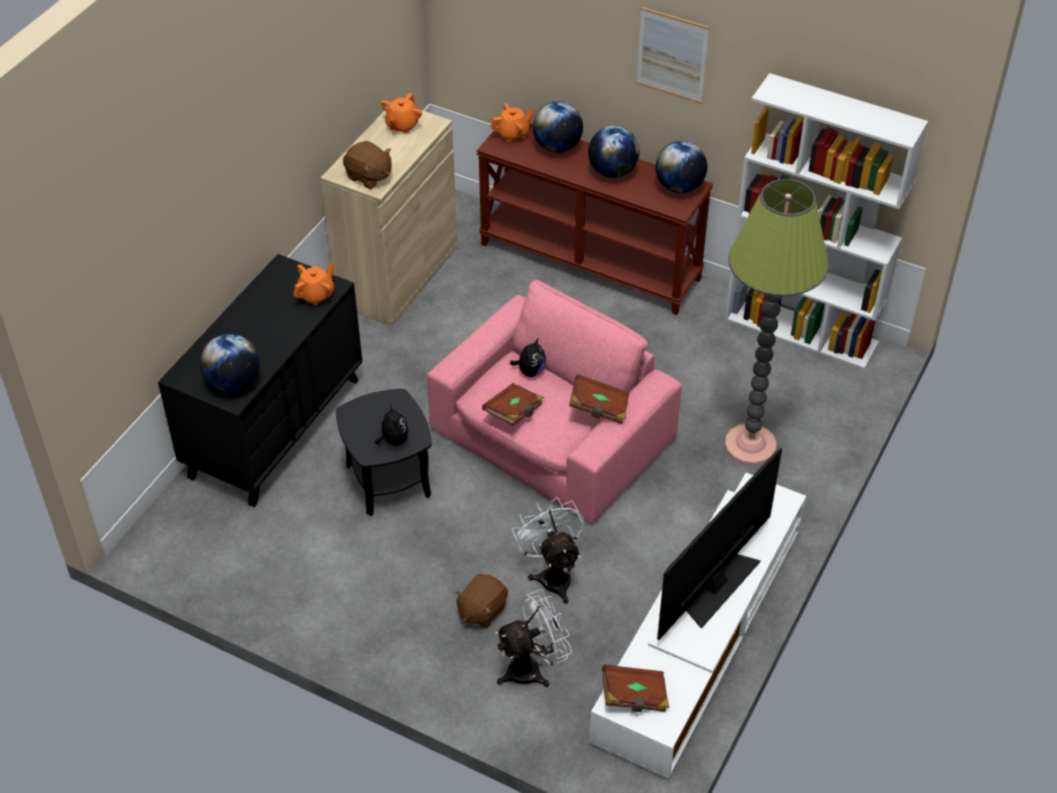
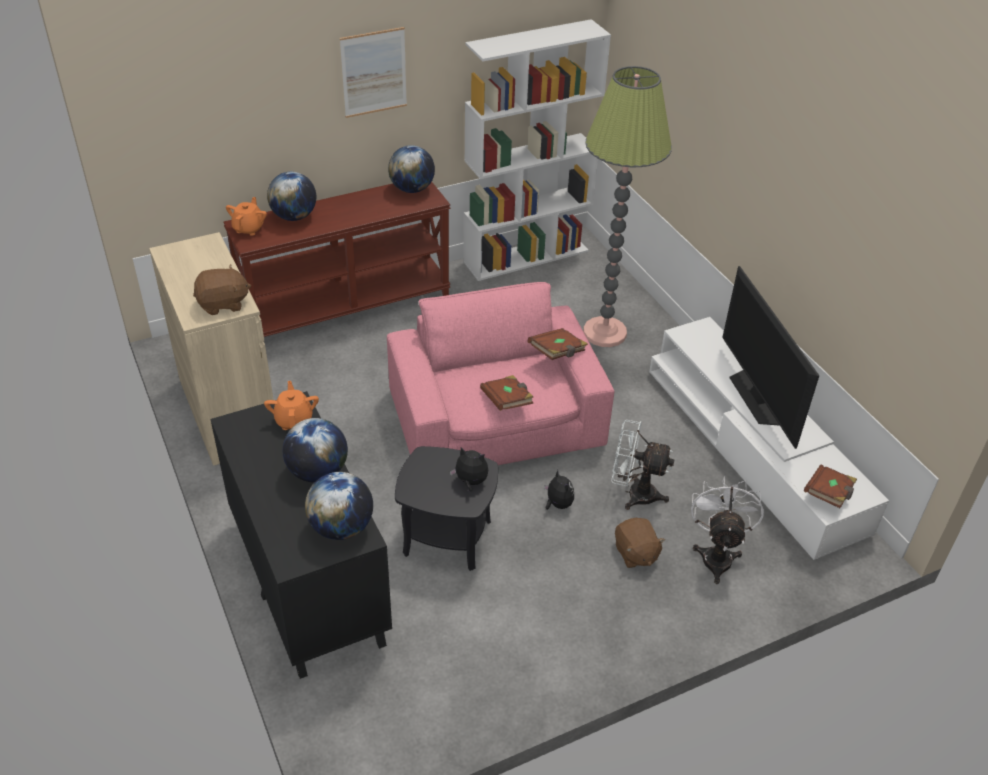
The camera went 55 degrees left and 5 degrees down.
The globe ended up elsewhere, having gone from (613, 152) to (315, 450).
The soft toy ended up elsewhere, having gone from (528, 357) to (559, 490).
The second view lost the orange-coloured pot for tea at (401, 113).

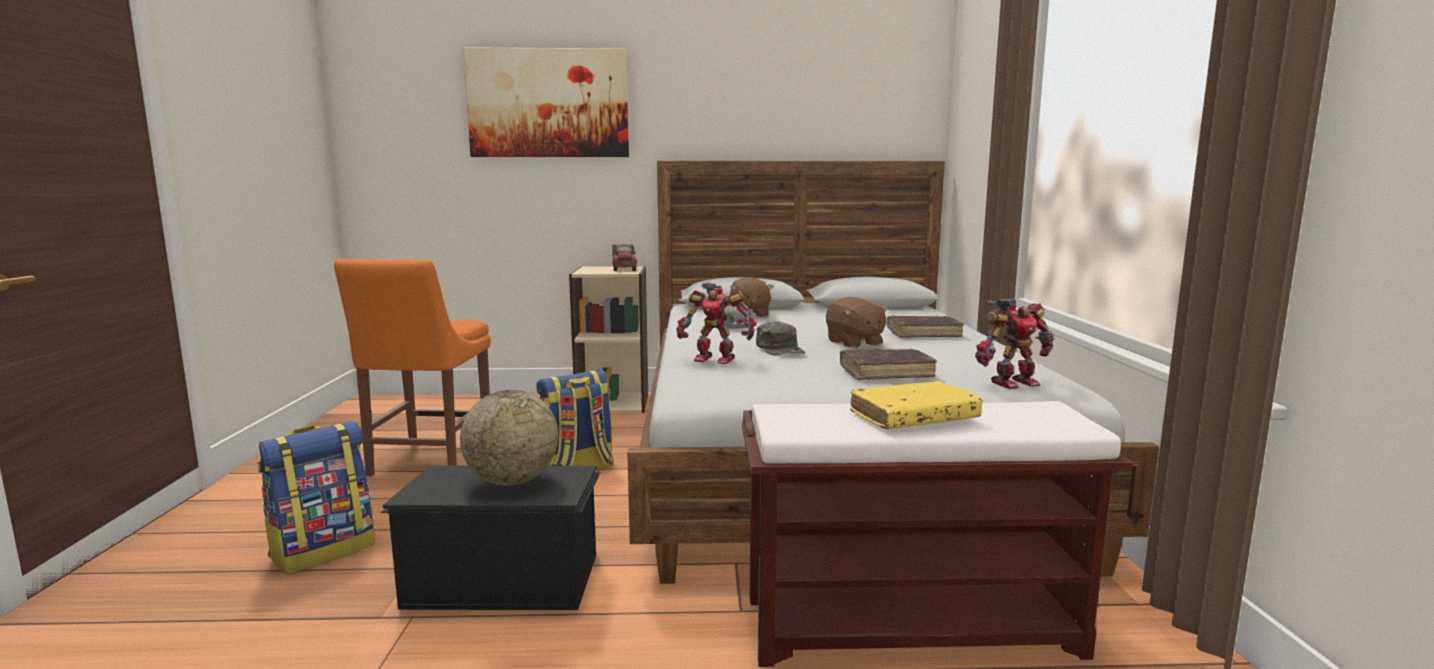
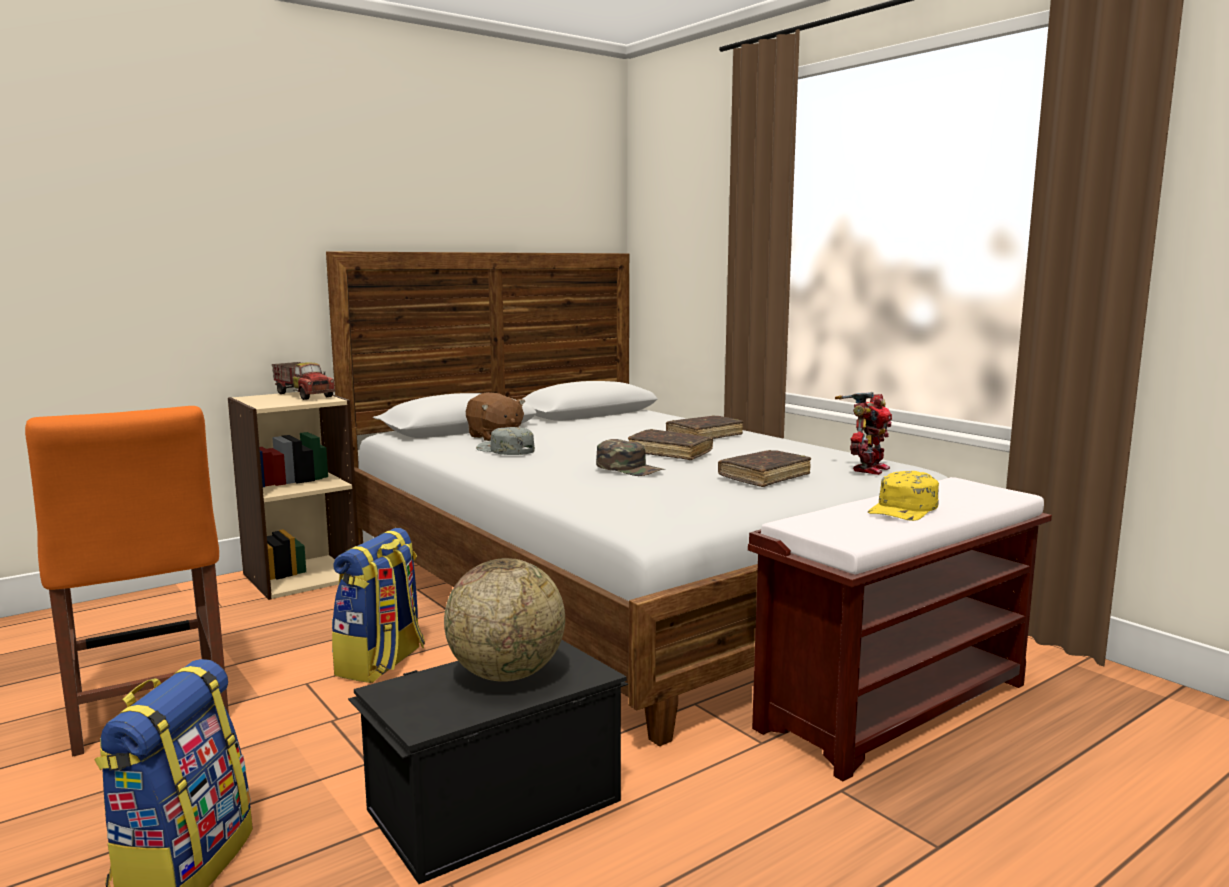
The camera went 35 degrees left and 0 degrees up.
Where the brown soft toy stood at (857, 322), the brown bound book came to stand at (670, 444).
Where the yellow bound book stood at (916, 405), the yellow peaked cap came to stand at (903, 496).
The second view lost the picture at (546, 102).
The second view lost the robot figure at (716, 323).

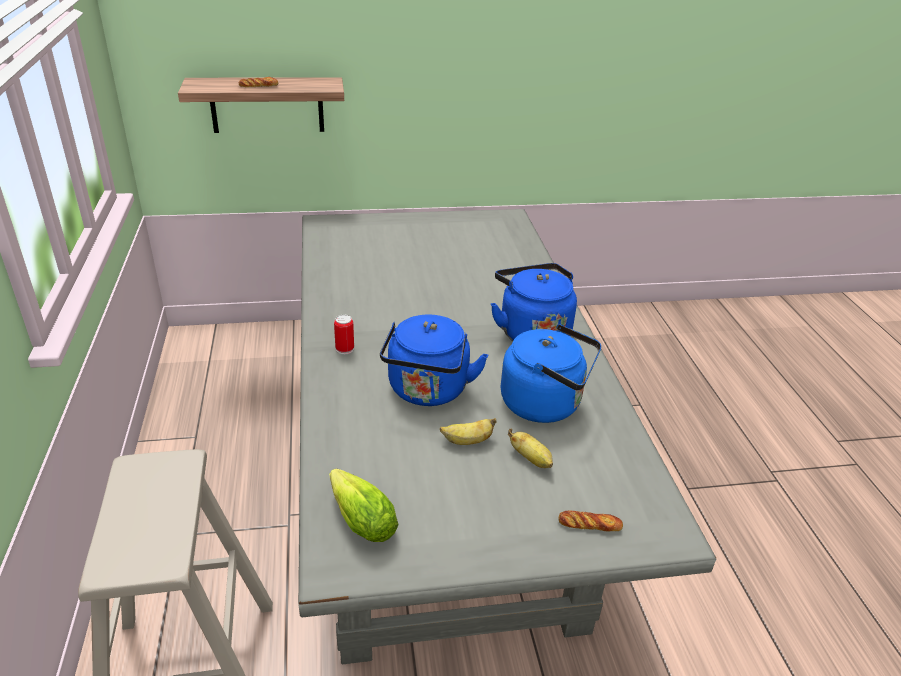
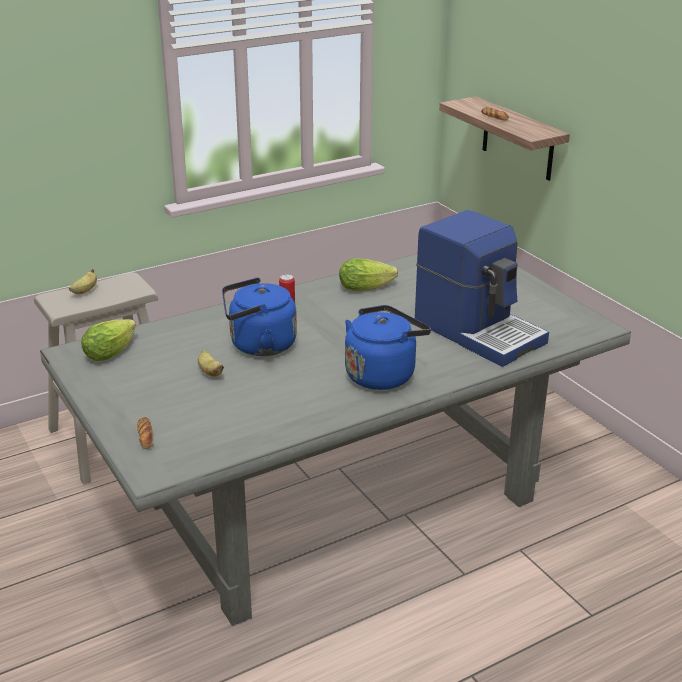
The camera went 70 degrees right and 5 degrees down.
The banana ended up elsewhere, having gone from (530, 448) to (82, 282).
The second view gained the lettuce at (368, 274).
The second view gained the coffee maker at (482, 288).
The second view lost the blue kettle at (551, 373).

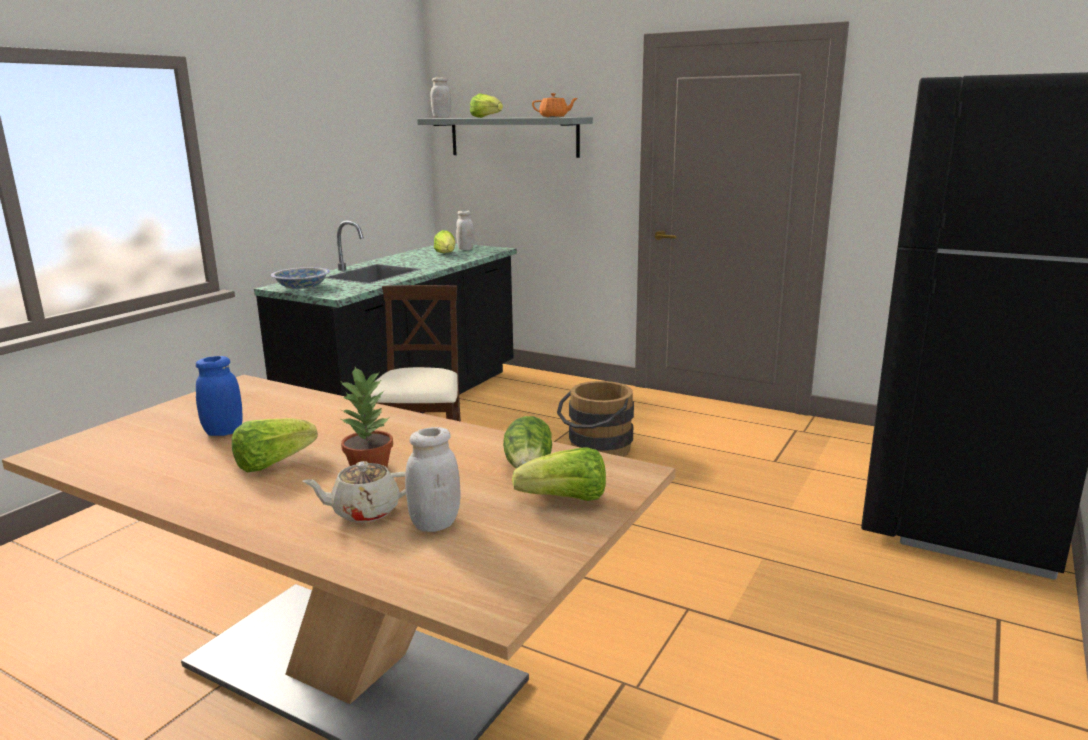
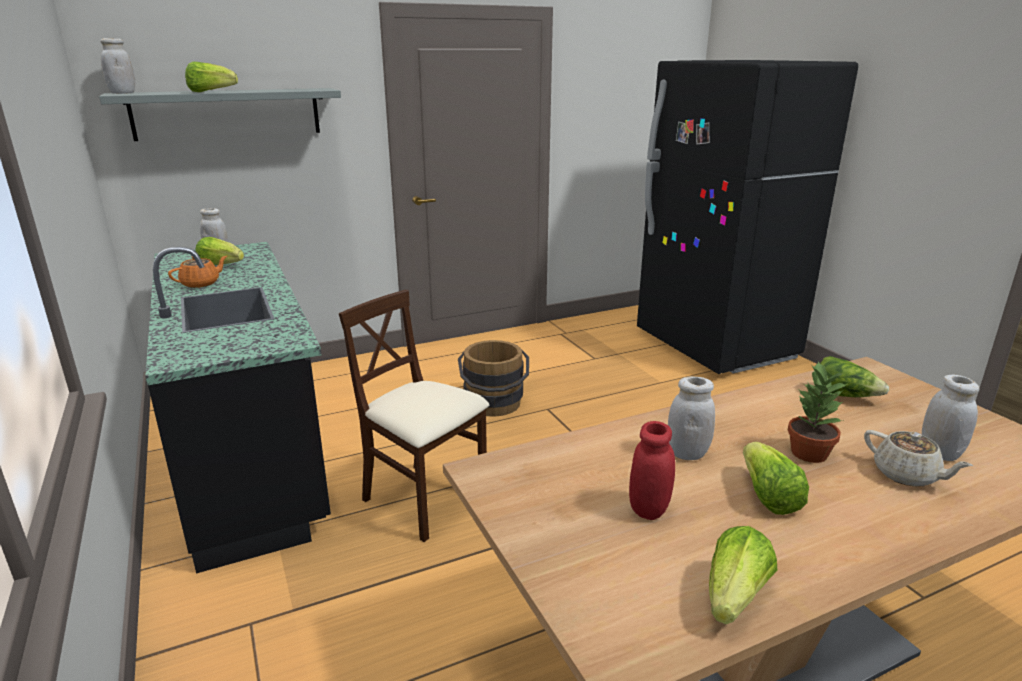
The camera went 55 degrees left and 5 degrees up.
The orange-coloured pot for tea ended up elsewhere, having gone from (554, 105) to (197, 272).
What was the blue jar at (219, 396) turned into the red-coloured jar at (652, 470).
The second view gained the whitish jar at (691, 418).
The lettuce ended up elsewhere, having gone from (559, 474) to (743, 575).
The beige pot for tea at (354, 492) ended up facing another way, 60 degrees counterclockwise from before.
The second view lost the serving bowl at (300, 278).

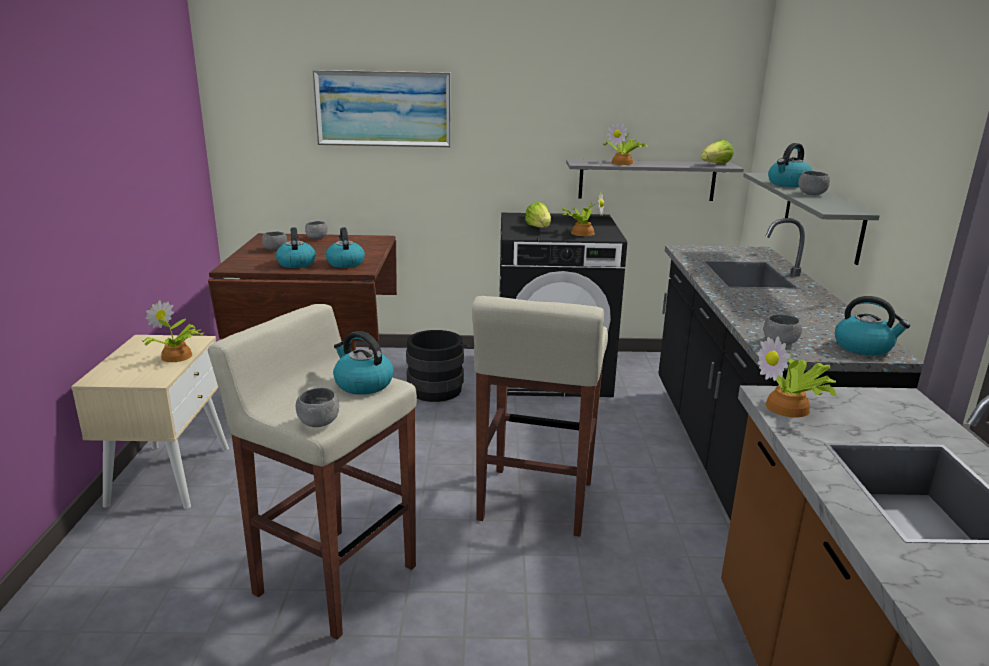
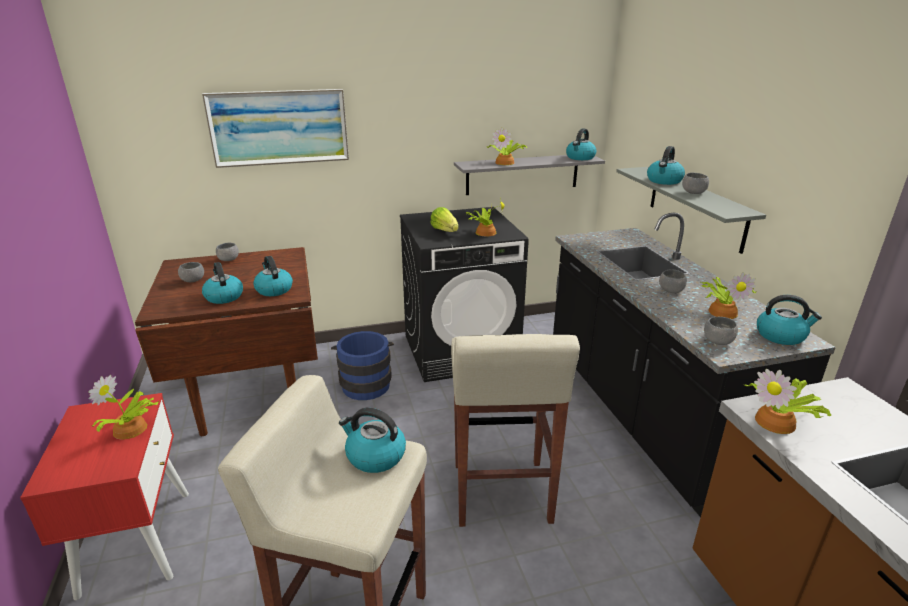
The camera went 15 degrees left and 5 degrees up.
What was the beige bedside table at (150, 422) turned into the red-coloured bedside table at (104, 496).
What was the black water bucket at (436, 366) turned into the blue water bucket at (362, 365).
Where the lettuce stood at (717, 152), the kettle came to stand at (581, 144).
The greyish serving bowl ended up elsewhere, having gone from (317, 407) to (673, 281).
The second view gained the plant in a pot at (728, 295).

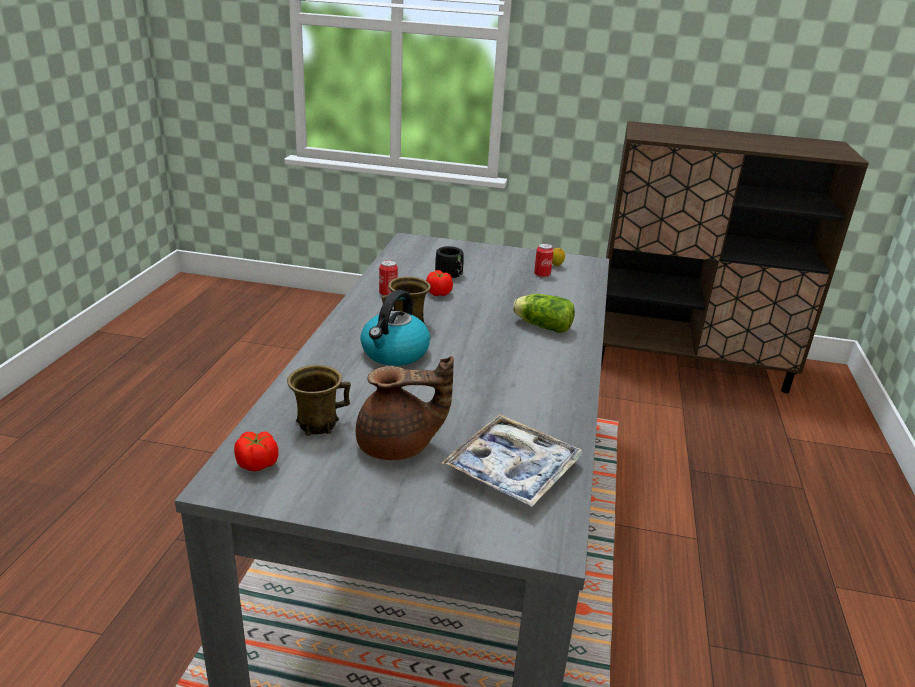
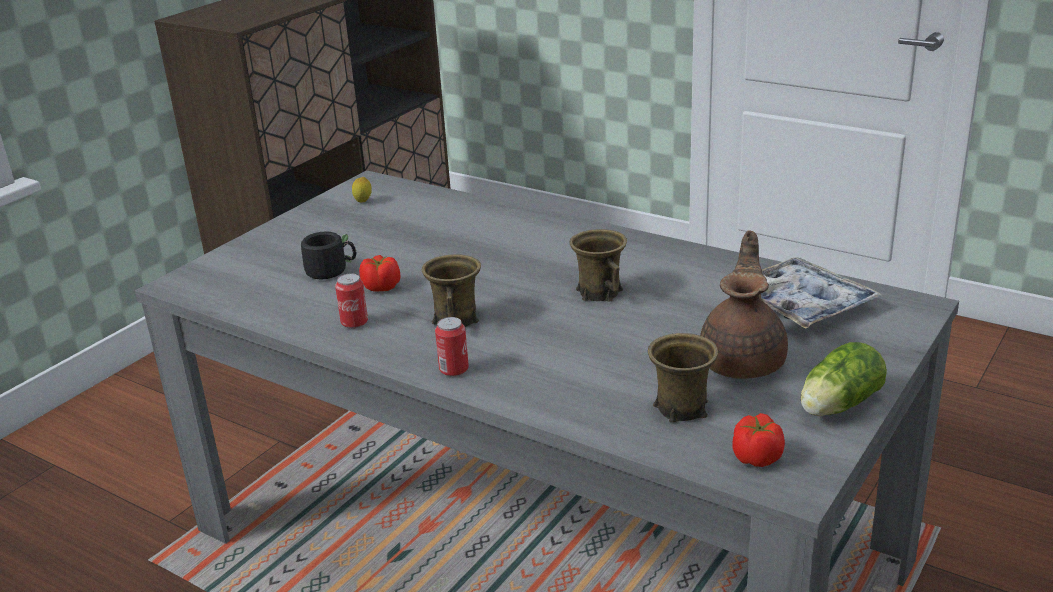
The camera went 65 degrees left and 0 degrees up.
The sealed can ended up elsewhere, having gone from (544, 260) to (452, 347).
The second view gained the brown tea mug at (598, 265).
The lettuce ended up elsewhere, having gone from (544, 313) to (844, 379).
The second view lost the kettle at (395, 328).

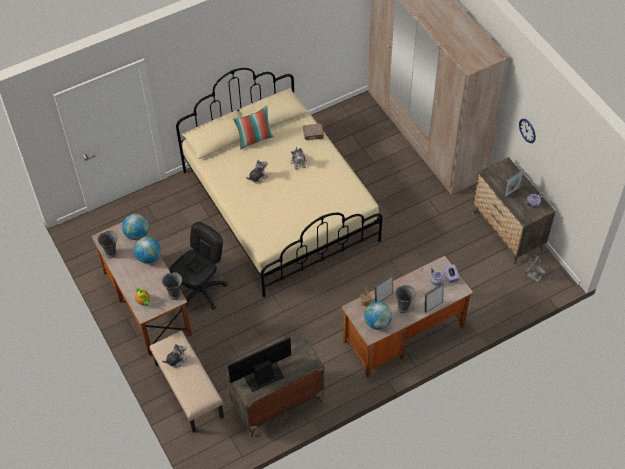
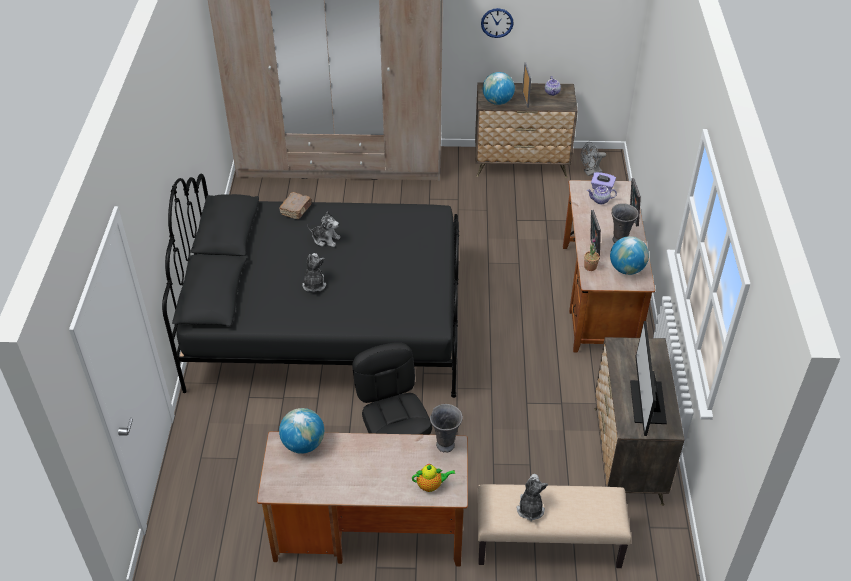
The camera went 60 degrees left and 10 degrees down.
What was the beige sleeping bed at (279, 182) turned into the black sleeping bed at (310, 286).
The globe ended up elsewhere, having gone from (147, 250) to (499, 88).
The second view lost the greyish vase at (107, 244).
The second view lost the cushion at (253, 127).

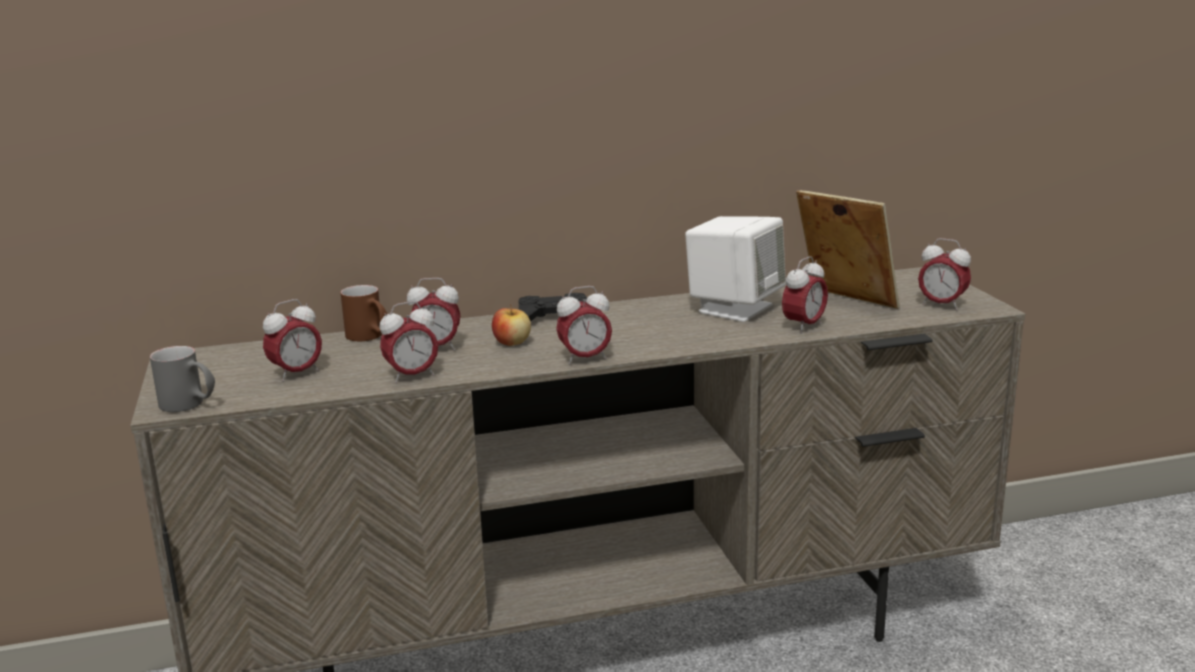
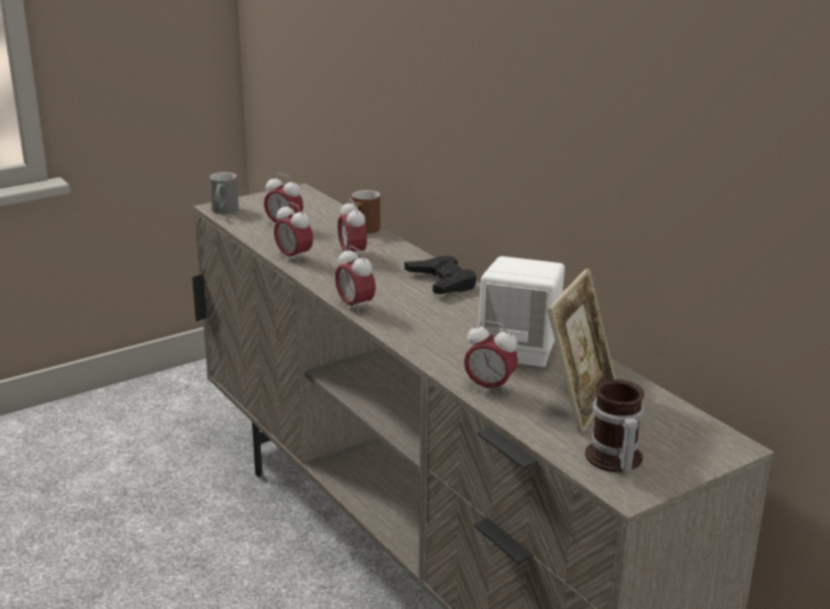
The camera went 70 degrees right and 5 degrees up.
Where the table clock stood at (944, 274), the tea mug came to stand at (615, 426).
The second view lost the apple at (511, 325).

